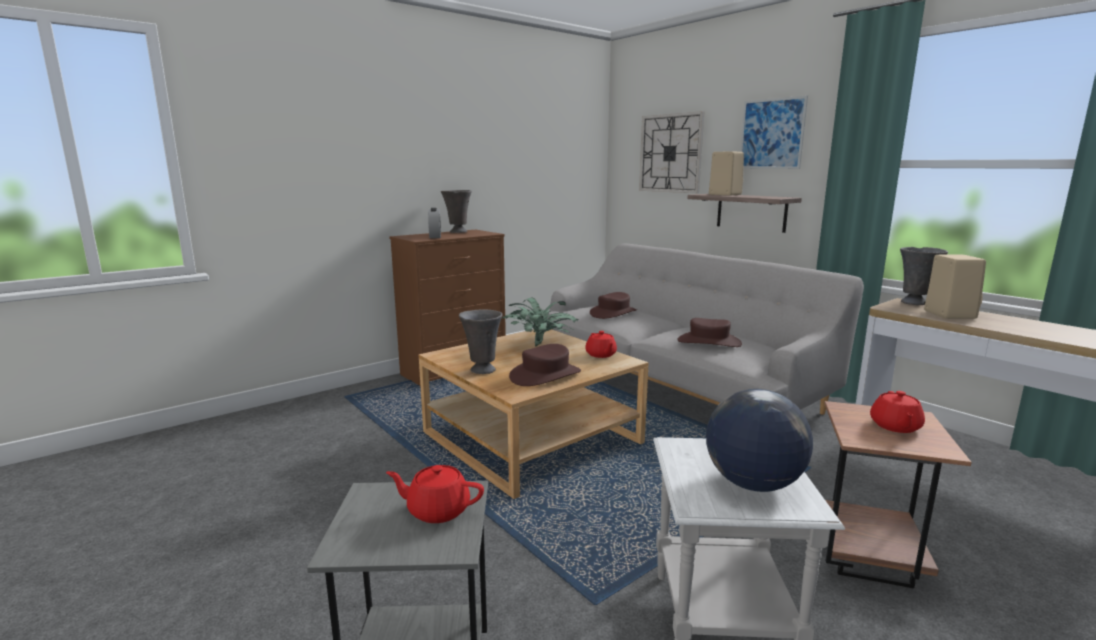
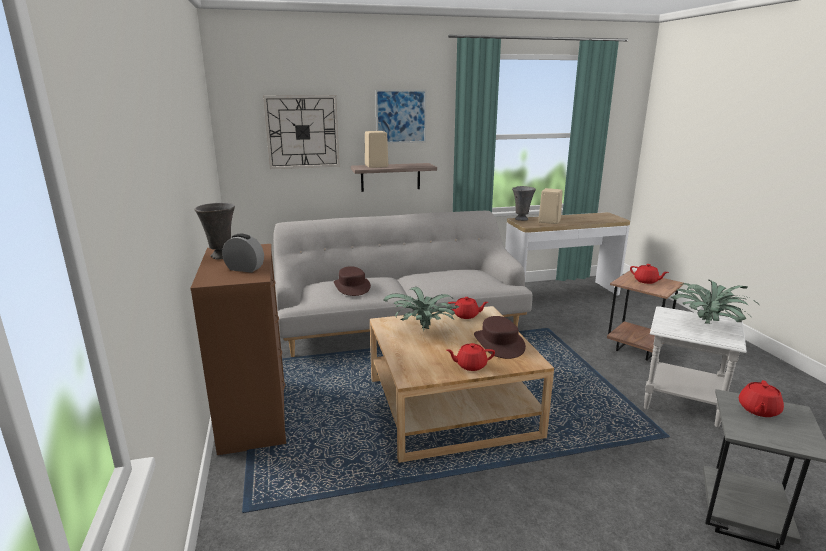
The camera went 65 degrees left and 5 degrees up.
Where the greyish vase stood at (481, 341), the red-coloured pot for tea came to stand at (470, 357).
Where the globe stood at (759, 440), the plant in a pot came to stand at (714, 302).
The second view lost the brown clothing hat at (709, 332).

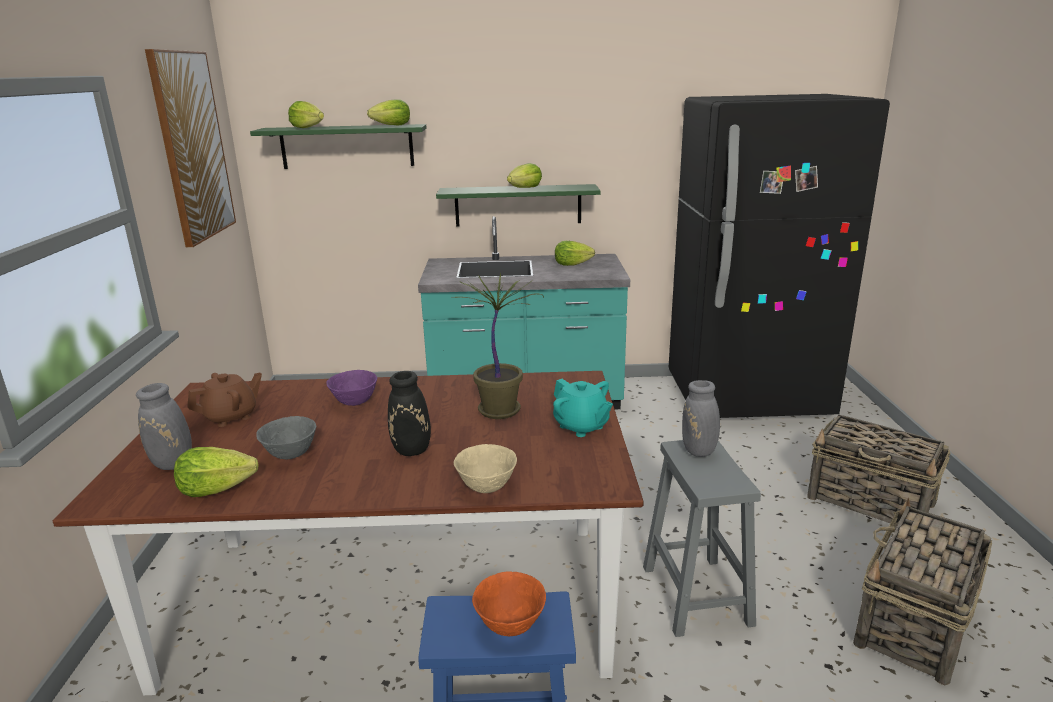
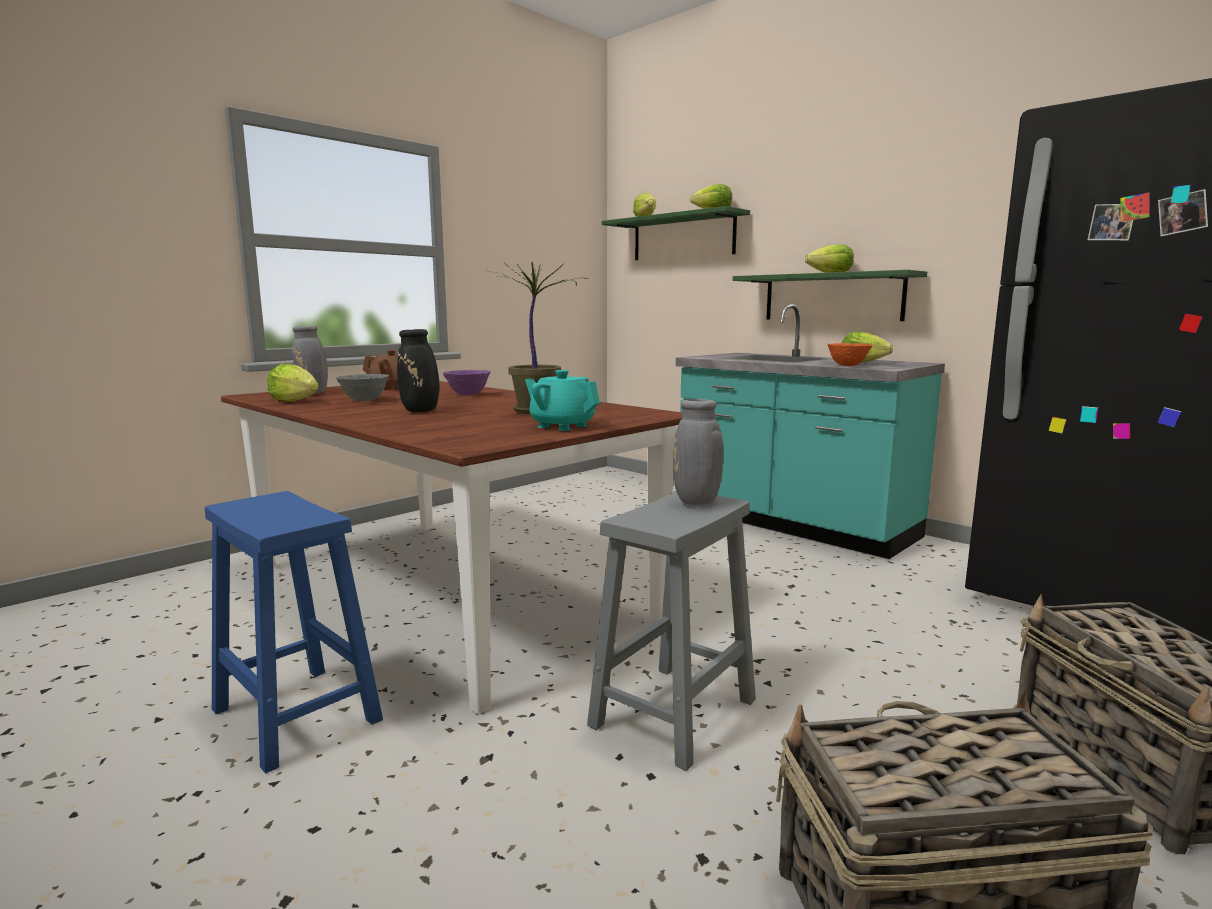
The camera went 45 degrees right and 10 degrees down.
The turquoise pot for tea at (583, 408) ended up facing another way, 120 degrees clockwise from before.
The orange-coloured serving bowl ended up elsewhere, having gone from (509, 603) to (850, 354).
The second view lost the picture at (190, 148).
The second view lost the beige serving bowl at (485, 468).

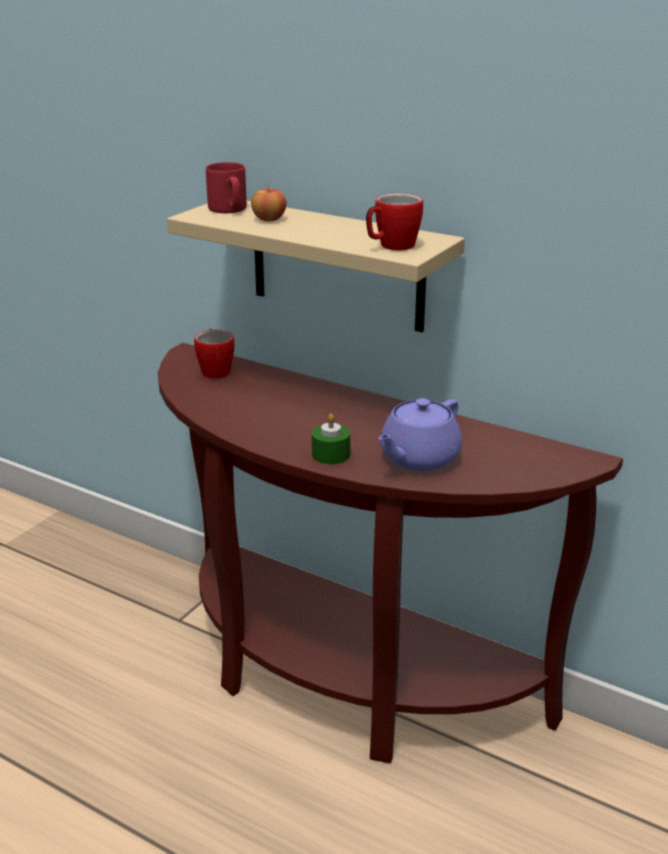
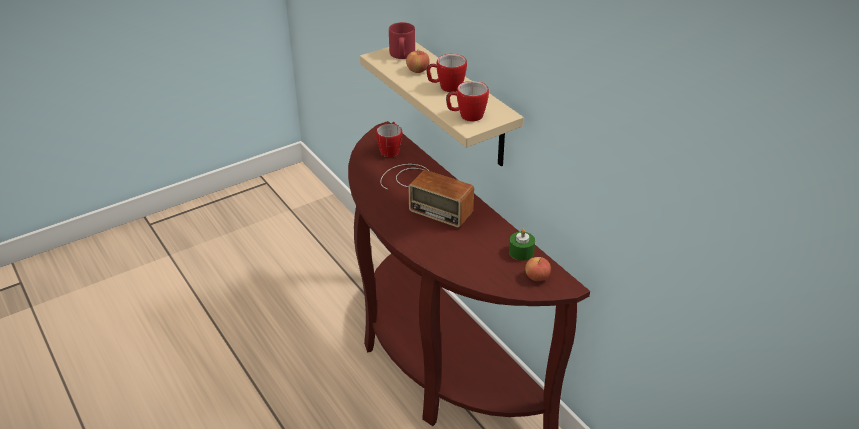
The camera went 25 degrees right and 10 degrees up.
The second view gained the radio at (427, 195).
The second view gained the tea mug at (447, 73).
The greenish wax light ended up elsewhere, having gone from (331, 439) to (522, 245).
The second view gained the apple at (538, 269).
The second view lost the purple-coloured pot for tea at (420, 434).

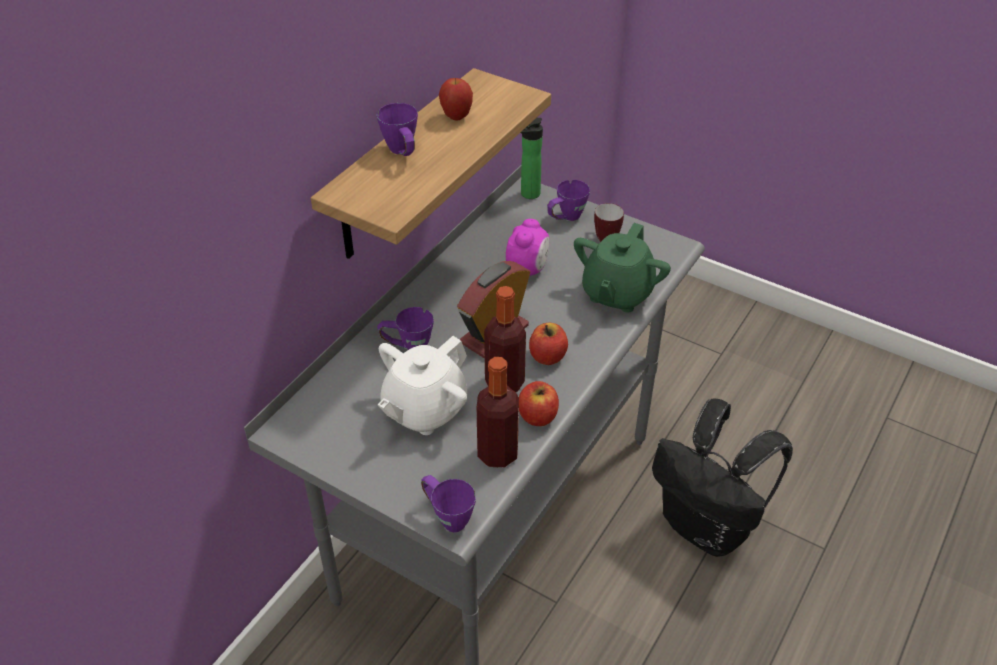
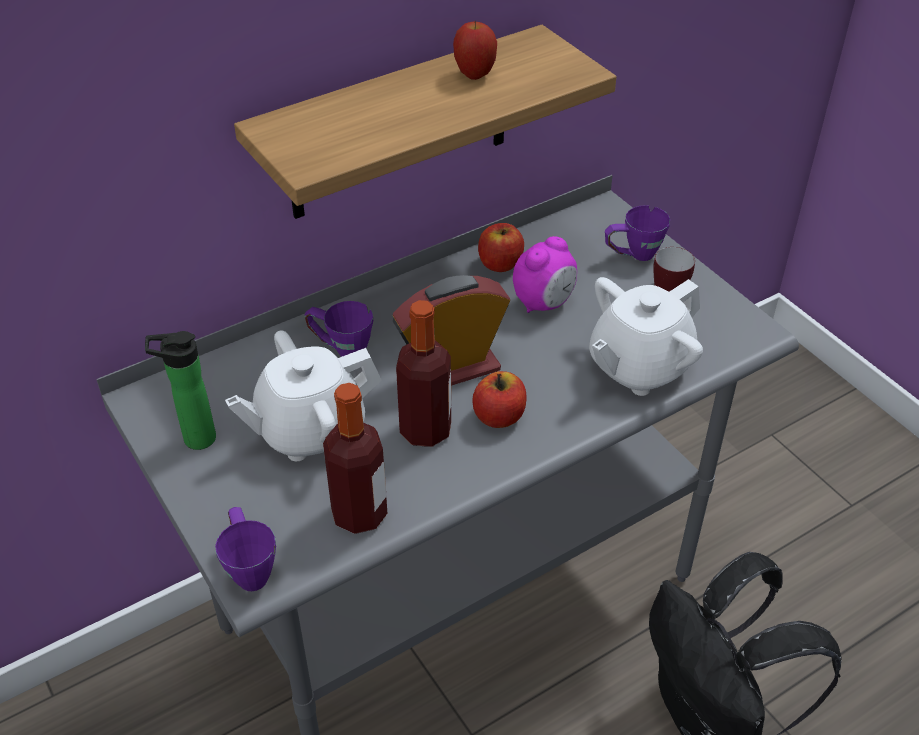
The camera went 25 degrees right and 0 degrees up.
The bottle ended up elsewhere, having gone from (531, 158) to (180, 390).
The apple ended up elsewhere, having gone from (539, 403) to (501, 247).
What was the greenish pot for tea at (622, 267) turned into the whitish pot for tea at (646, 336).
The second view lost the purple-coloured tea mug at (397, 129).

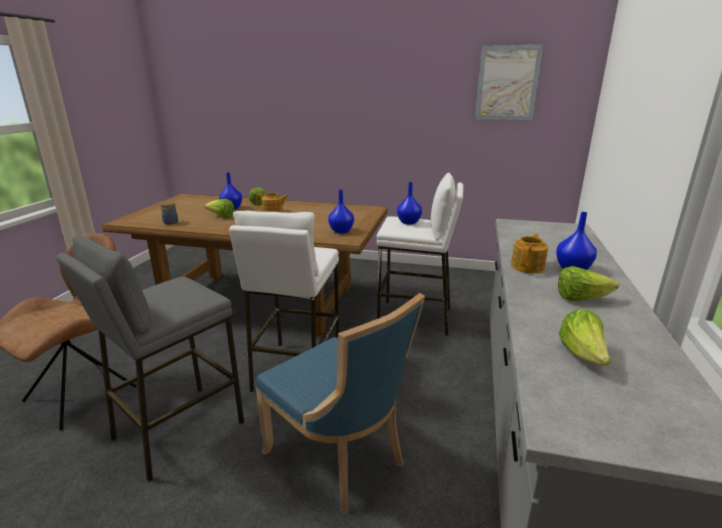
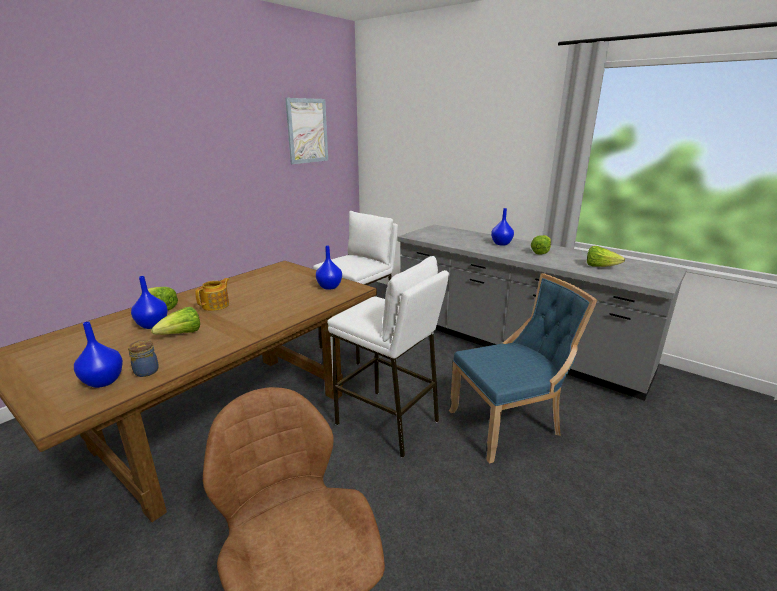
The camera went 65 degrees left and 0 degrees up.
The blue vase ended up elsewhere, having gone from (409, 203) to (98, 354).
The second view lost the greyish stool at (150, 359).
The second view lost the pot for tea at (529, 253).

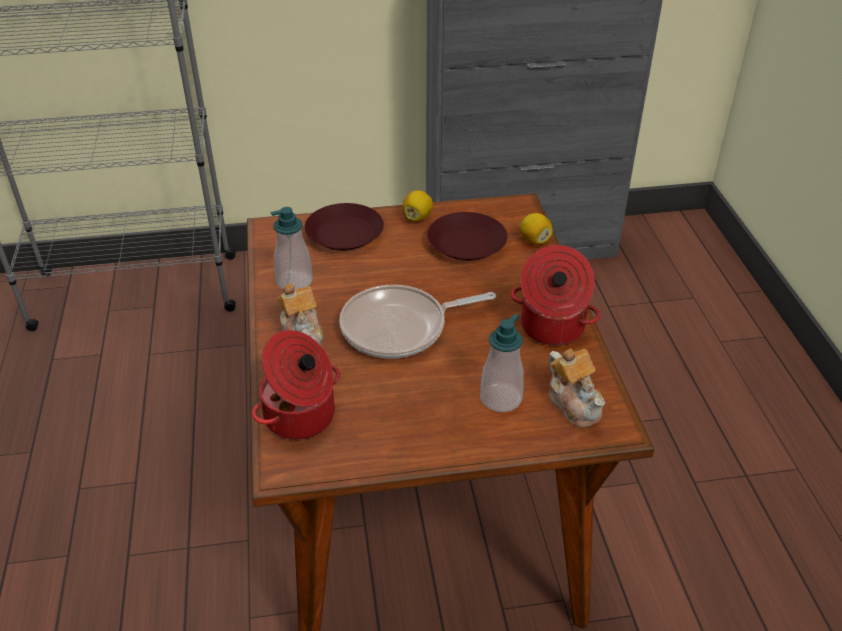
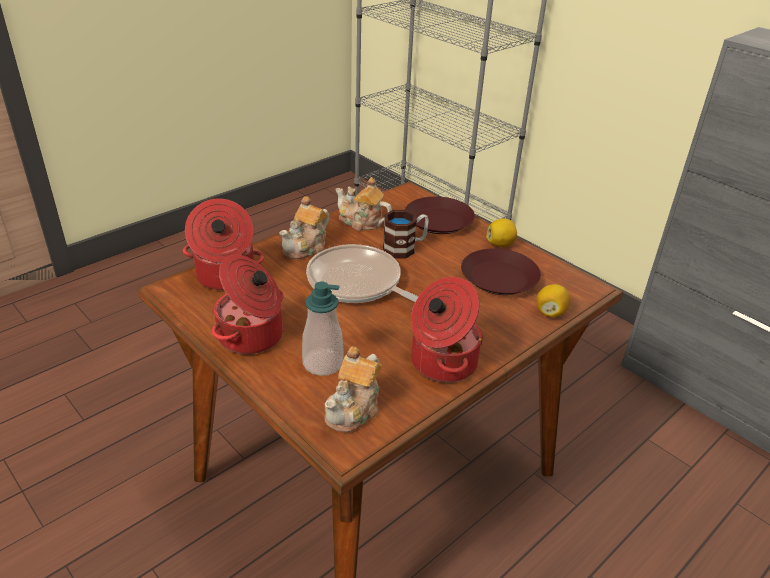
The camera went 55 degrees right and 5 degrees down.
The second view gained the cooking pot at (248, 304).
Where the liquid soap bottle stood at (292, 248), the pot for tea came to stand at (364, 204).
The second view gained the tea mug at (406, 234).

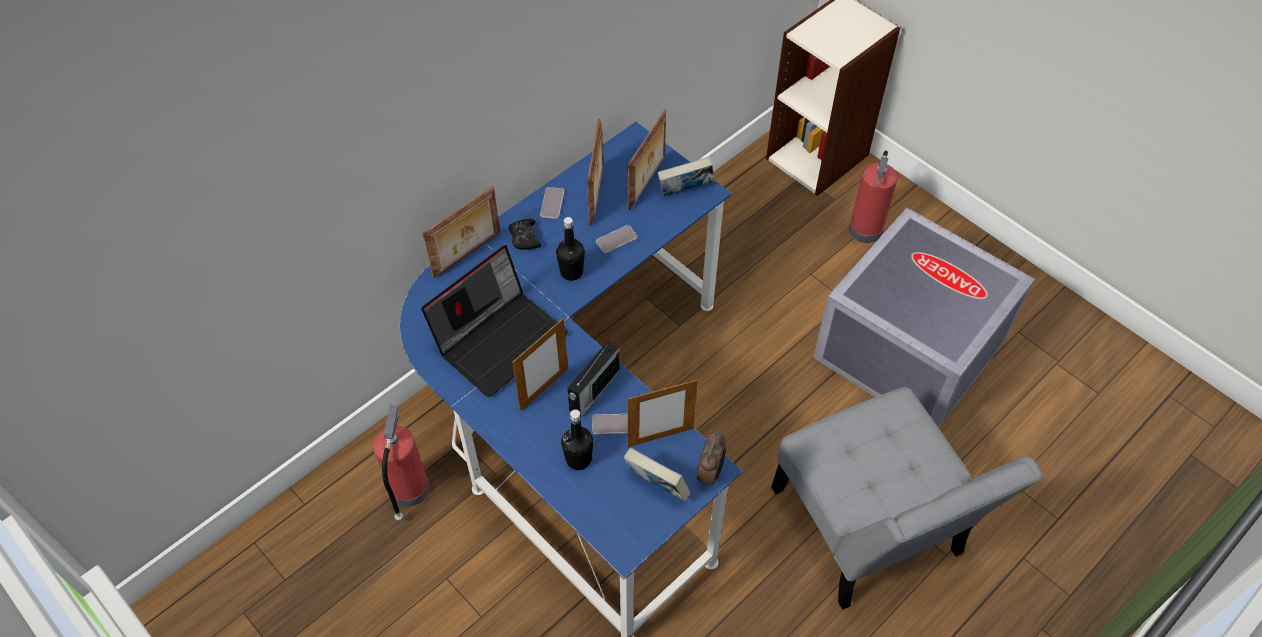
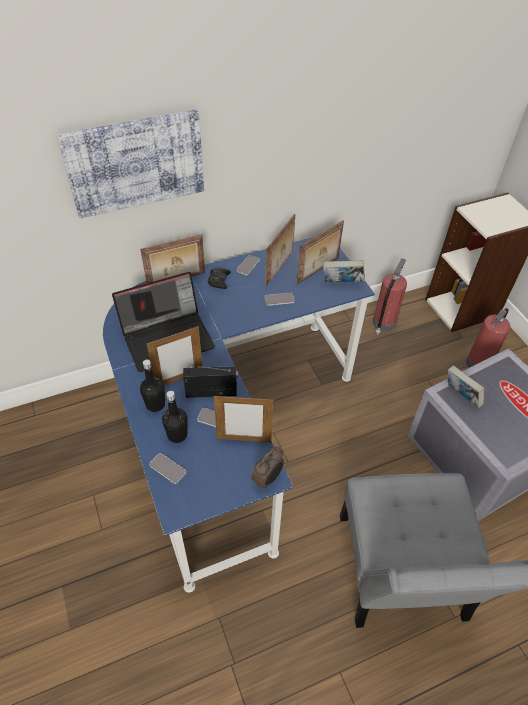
The camera went 20 degrees right and 5 degrees down.
The second view gained the picture at (130, 163).
The black bottle ended up elsewhere, having gone from (570, 249) to (152, 385).
The second view gained the phone at (167, 468).
The radio at (593, 379) ended up facing another way, 150 degrees counterclockwise from before.
The extinguisher ended up elsewhere, having gone from (401, 463) to (390, 296).
The bound book ended up elsewhere, having gone from (657, 474) to (466, 386).

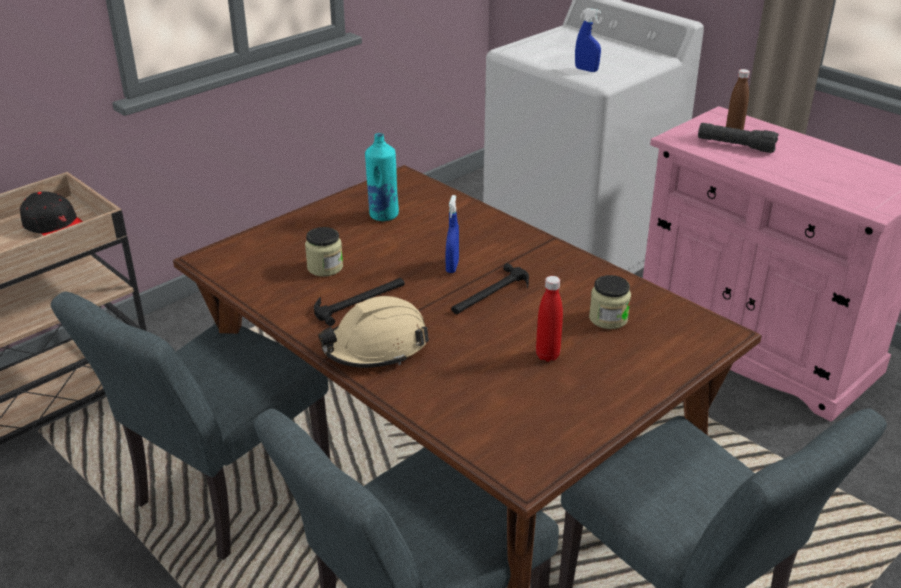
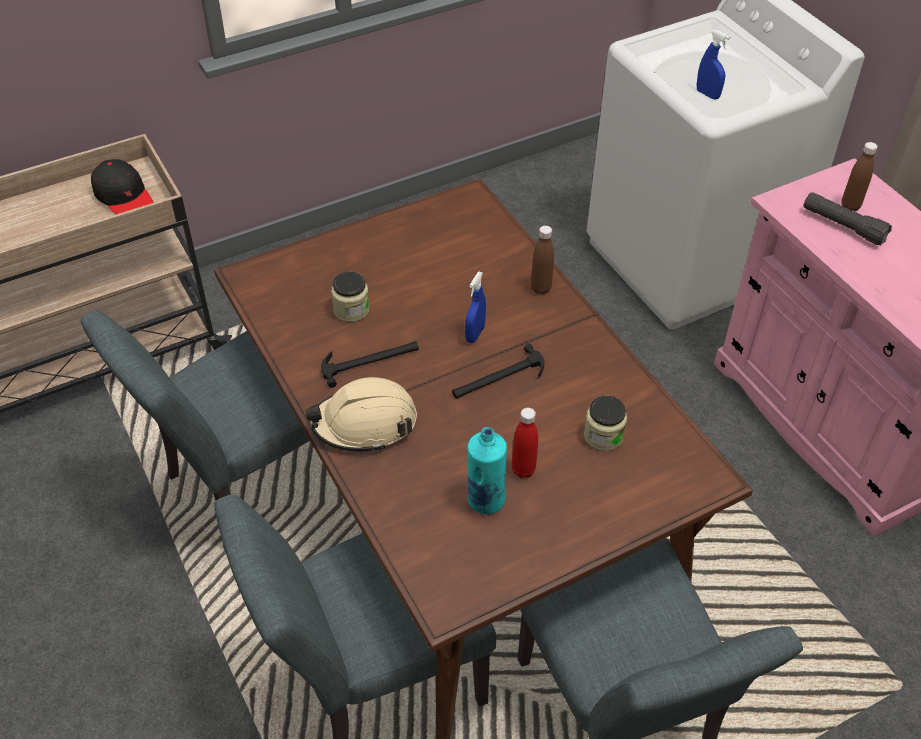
The camera went 15 degrees right and 15 degrees up.
The turquoise bottle ended up elsewhere, having gone from (382, 177) to (487, 470).
The second view gained the brown bottle at (542, 260).

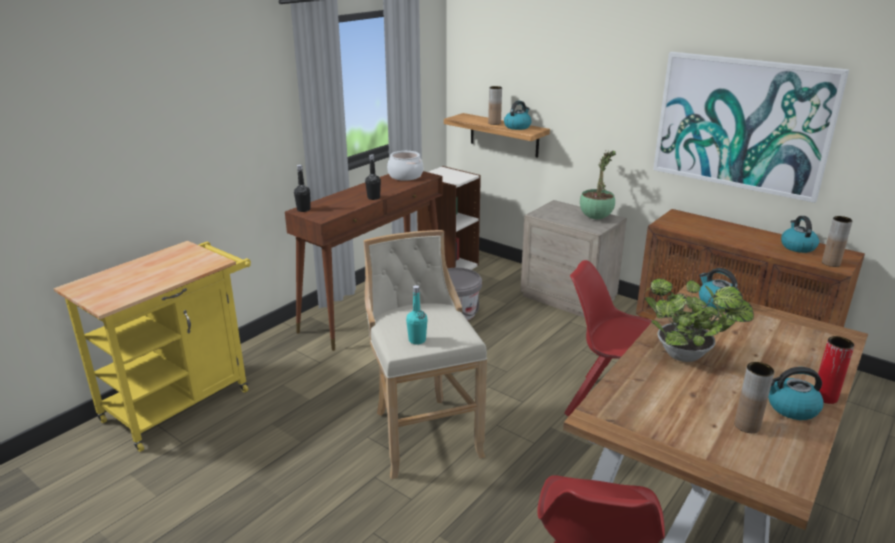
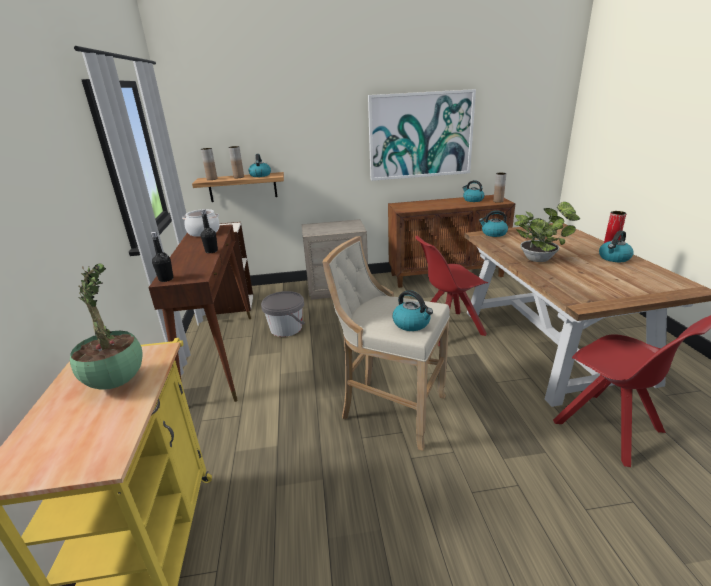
The camera went 45 degrees left and 0 degrees up.
The plant in a pot ended up elsewhere, having gone from (598, 184) to (106, 326).
The brown vase ended up elsewhere, having gone from (754, 397) to (209, 164).
Where the turquoise bottle stood at (417, 315), the kettle came to stand at (413, 310).

